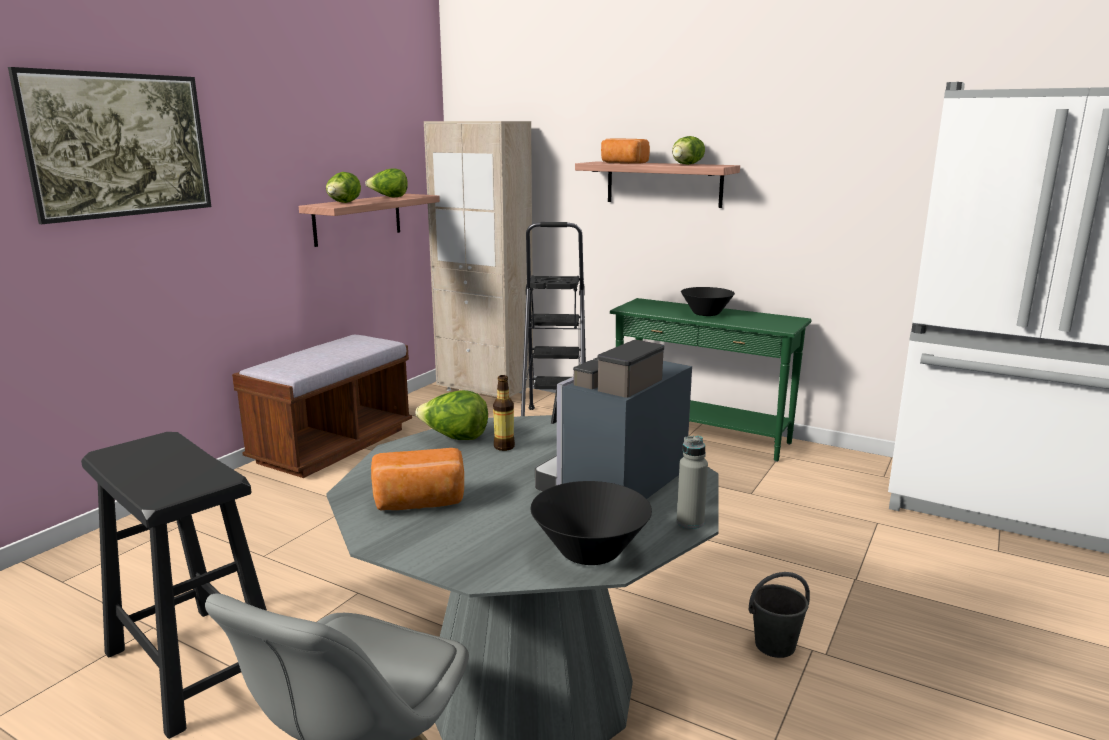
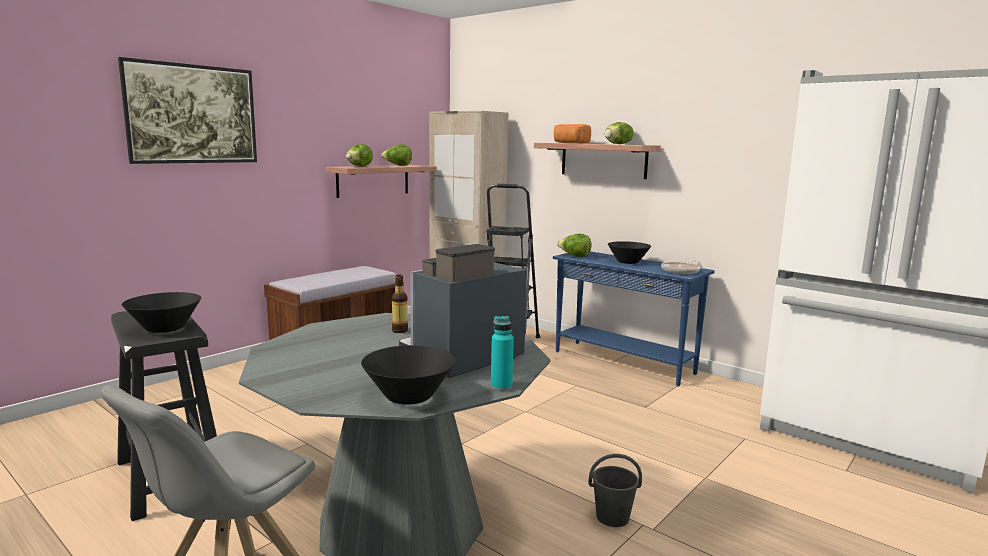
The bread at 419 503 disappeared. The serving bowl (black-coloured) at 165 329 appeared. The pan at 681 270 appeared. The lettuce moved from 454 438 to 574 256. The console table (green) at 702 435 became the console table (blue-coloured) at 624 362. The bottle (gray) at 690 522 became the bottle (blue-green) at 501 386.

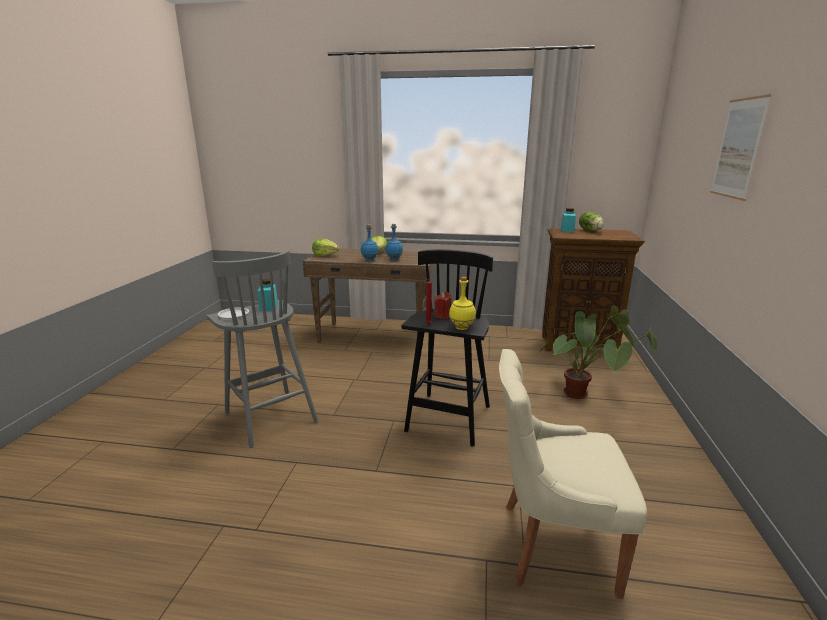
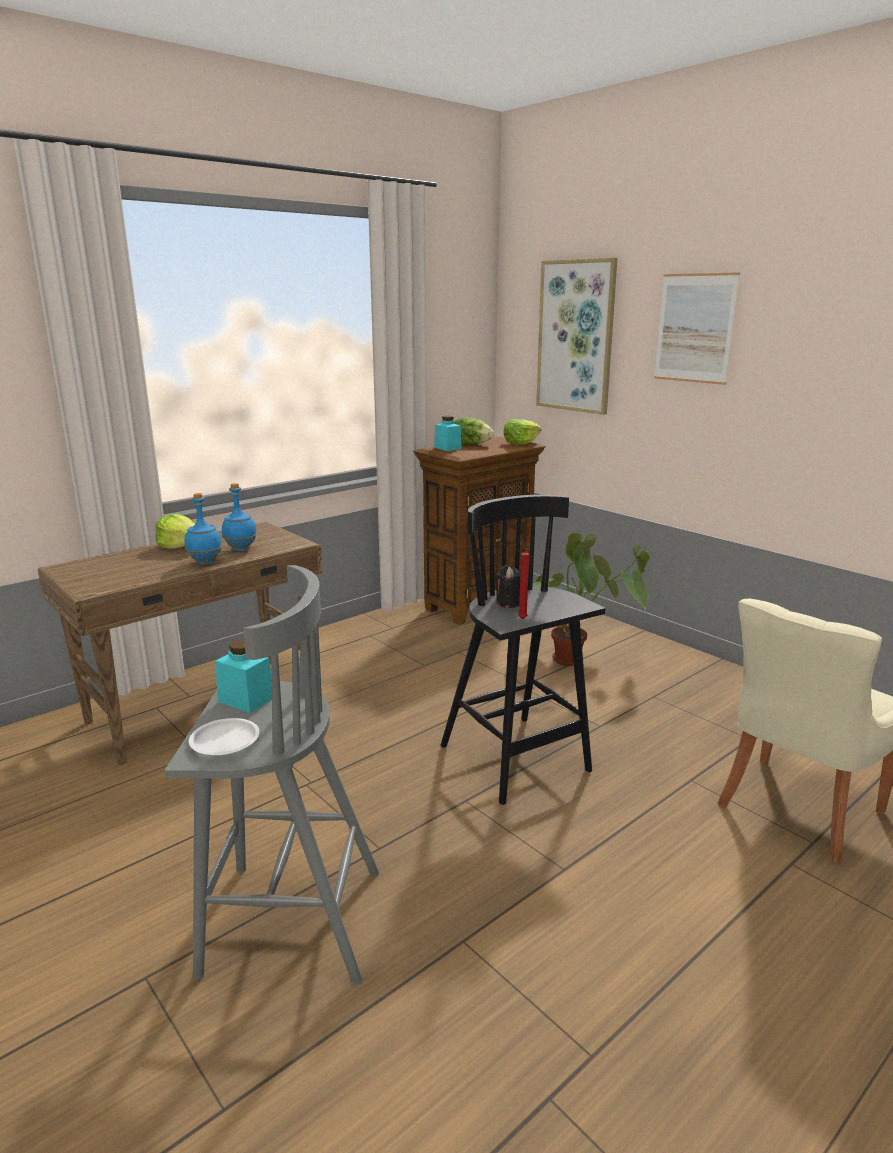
The bottle (yellow-coloured) at 461 328 disappeared. The wall picture at 576 336 appeared. The lettuce moved from 325 255 to 520 443. The wax light (red) at 442 315 became the wax light (black-coloured) at 509 603.

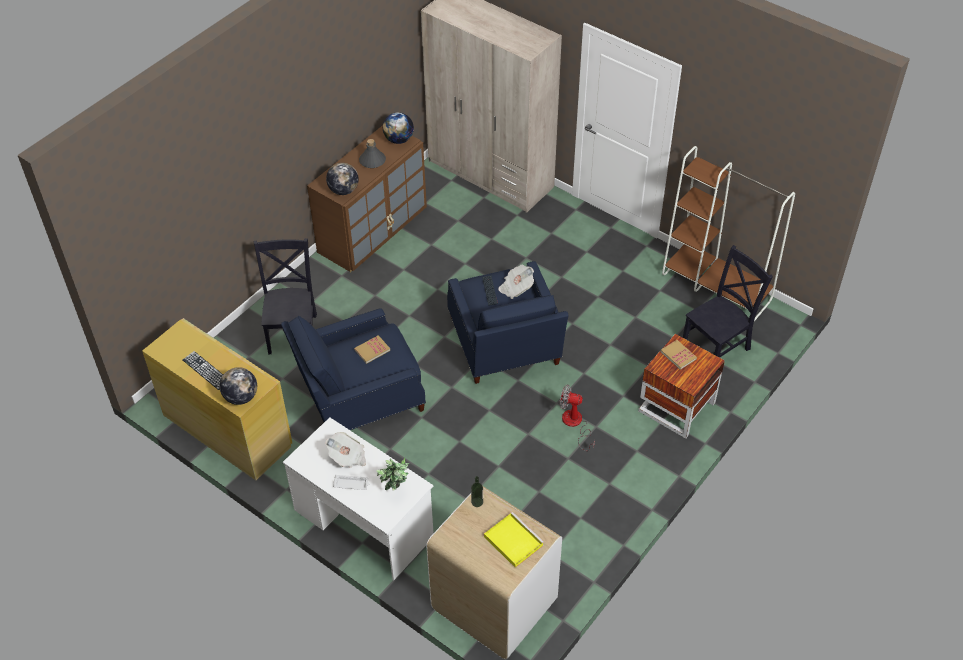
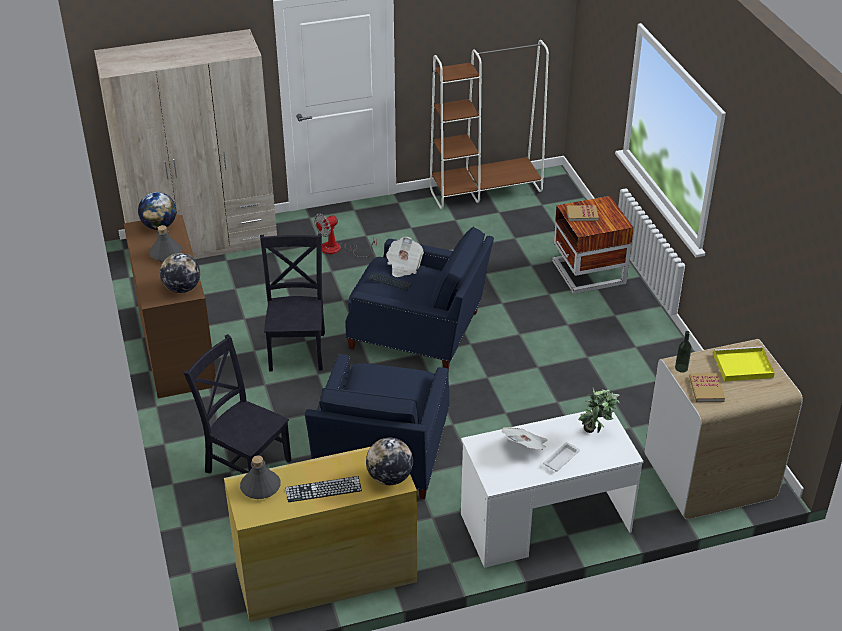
The bottle (gray) at 261 487 appeared. The volume moved from 372 350 to 706 389. The fan moved from 575 424 to 338 249. The plain chair (black-coloured) moved from 718 345 to 297 349.

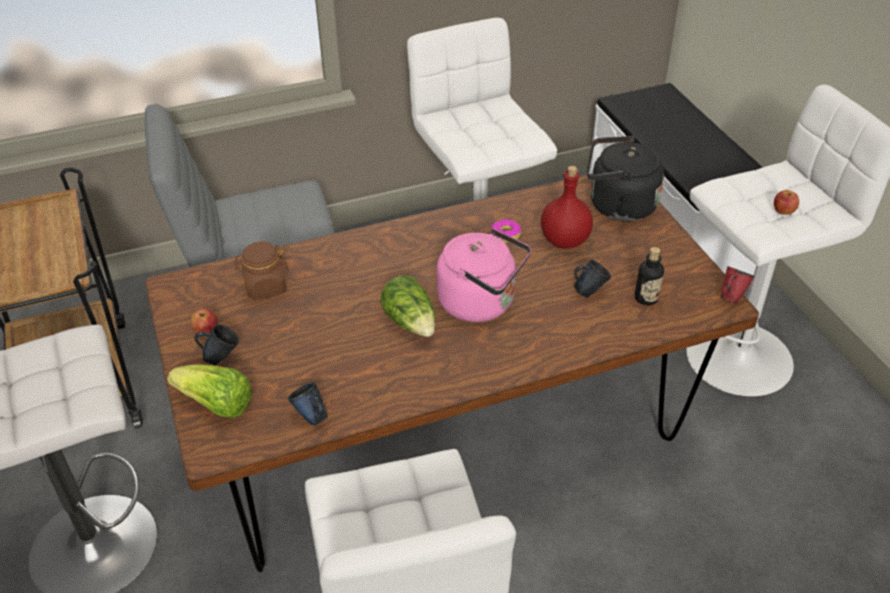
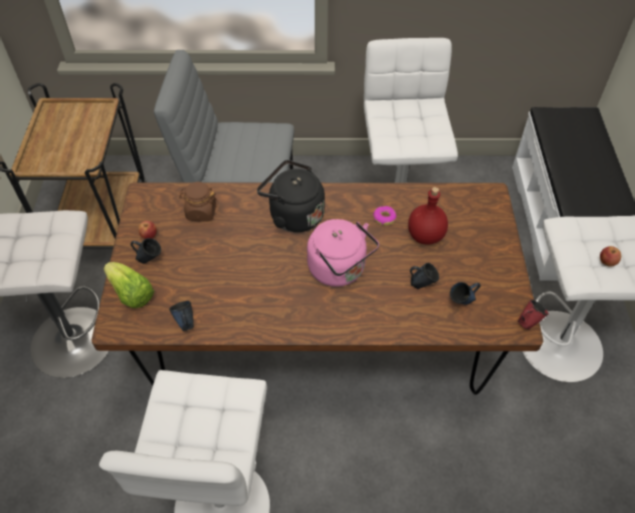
The lettuce at 411 322 disappeared. The water kettle (black-coloured) moved from 617 206 to 293 215. The bottle at 646 298 was replaced by the mug (blue-coloured) at 462 303.

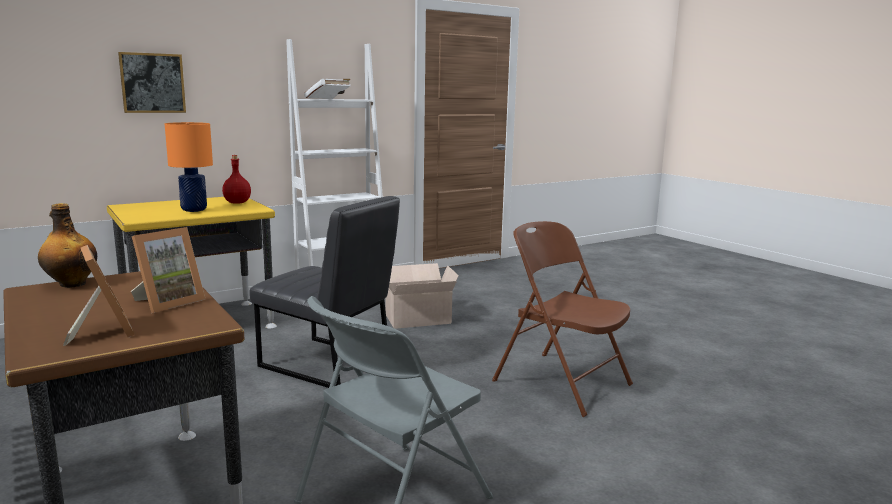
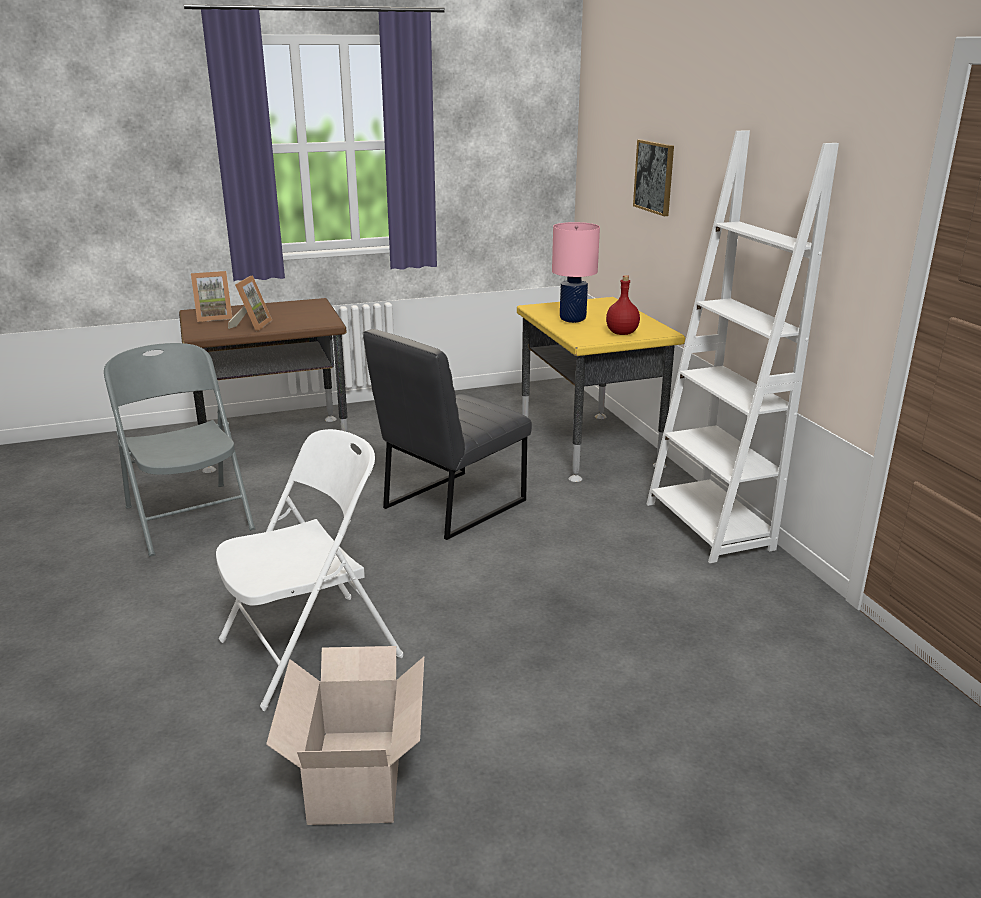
The bottle at 71 284 disappeared. The volume (white-coloured) at 328 99 disappeared. The cardboard box moved from 415 319 to 358 773. The tabletop lamp (orangey) at 193 211 became the tabletop lamp (pinkish) at 572 320. The plain chair (brown) at 562 382 became the plain chair (white-coloured) at 310 649. The photo frame at 168 302 turned 135 degrees counterclockwise.

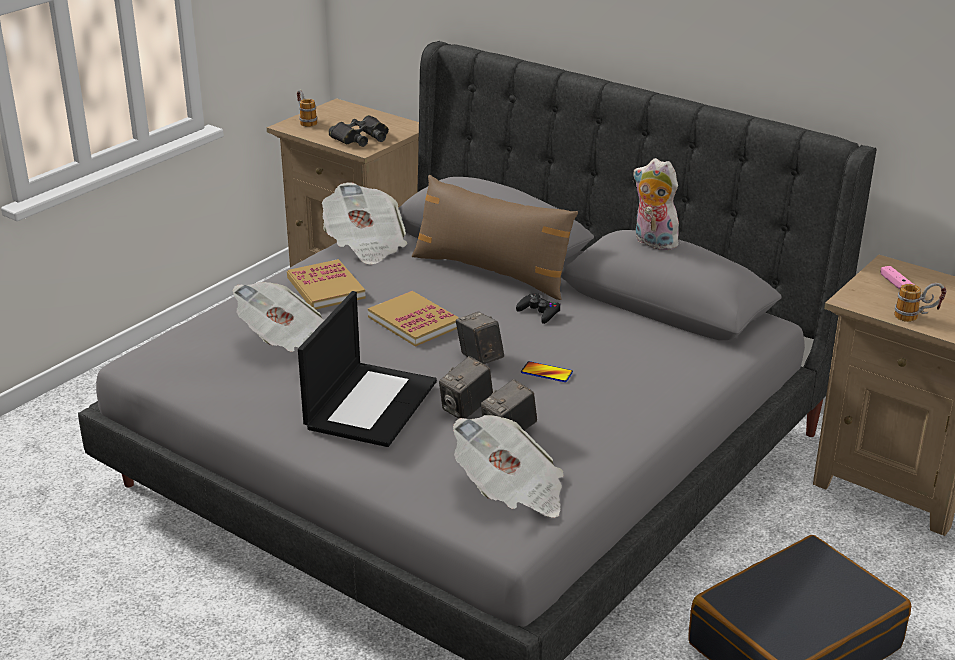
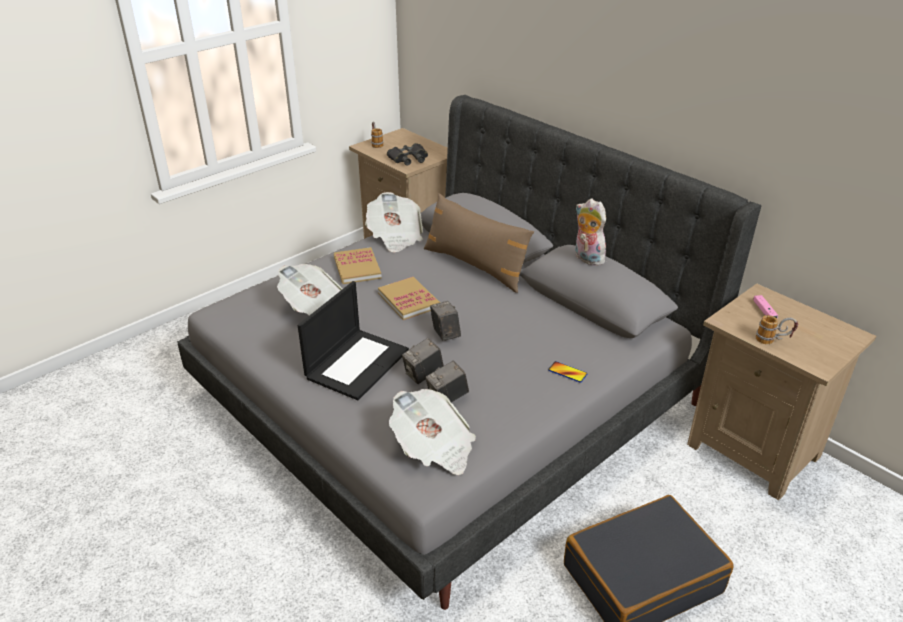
The joypad (black-coloured) at 539 312 disappeared. The handset moved from 546 373 to 567 372.

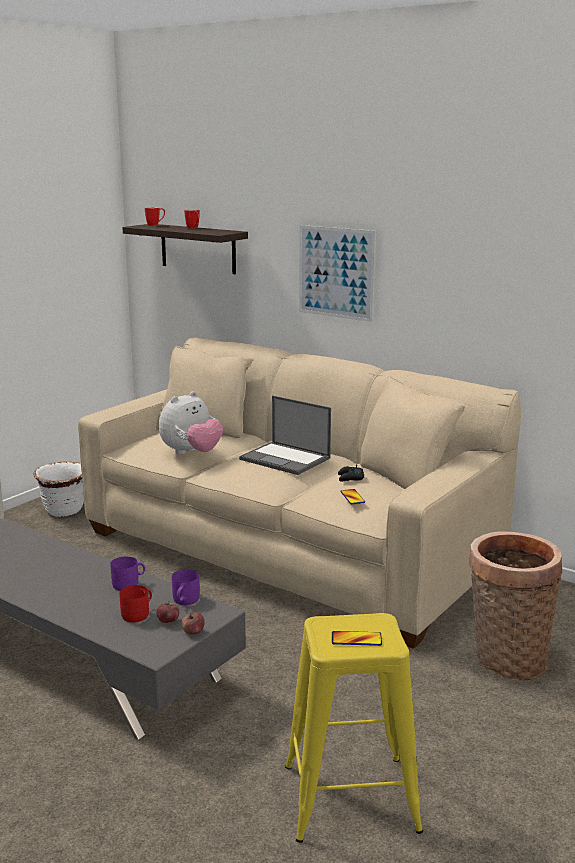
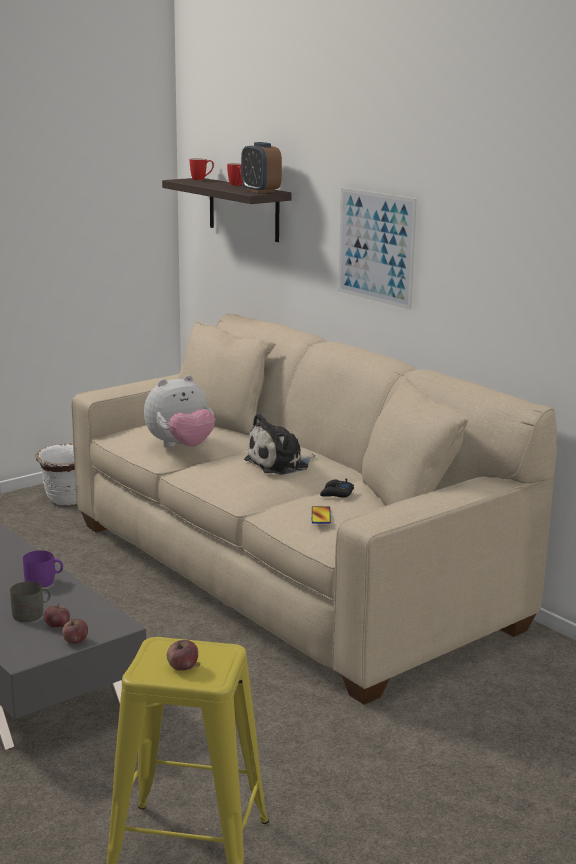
The mug (purple-coloured) at 184 600 disappeared. The storage basket at 506 660 disappeared. The table clock at 260 191 appeared. The laptop at 286 459 was replaced by the cuddly toy at 280 464. The handset at 356 639 was replaced by the apple fruit at 182 667. The mug (red) at 138 614 became the mug (gray) at 32 614.

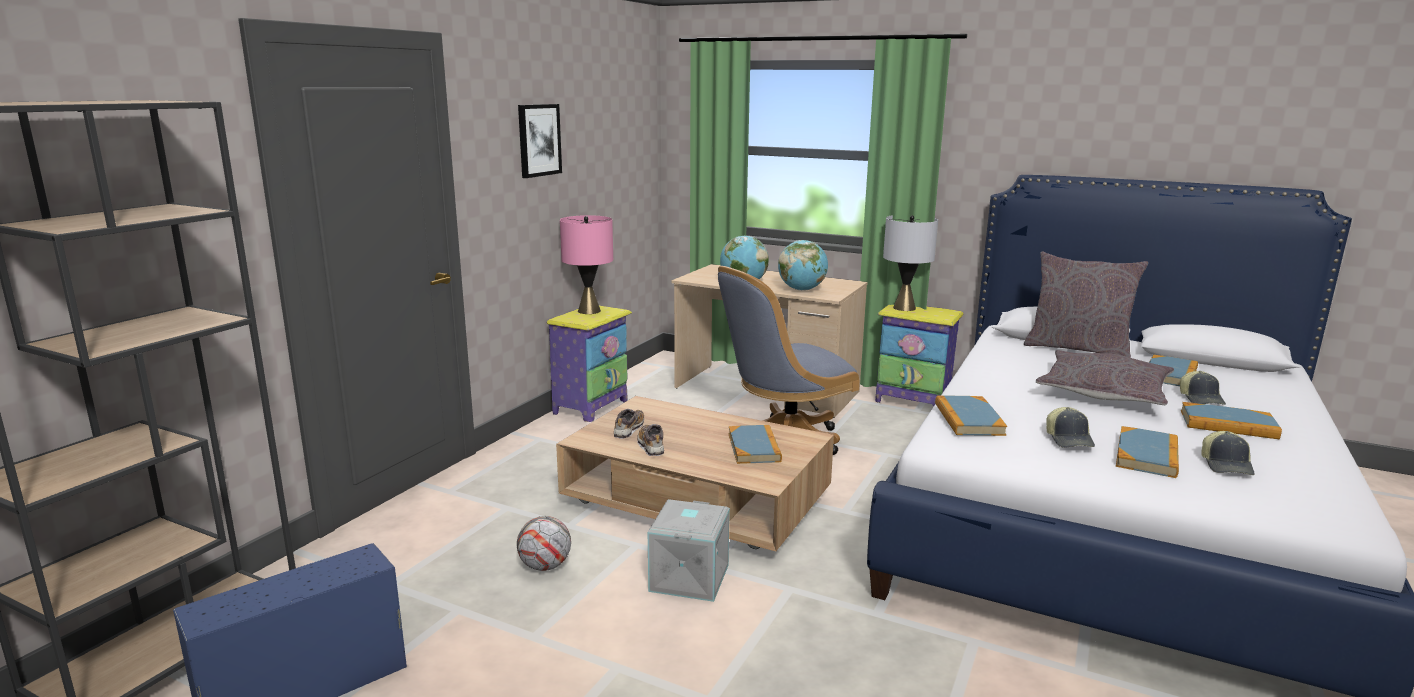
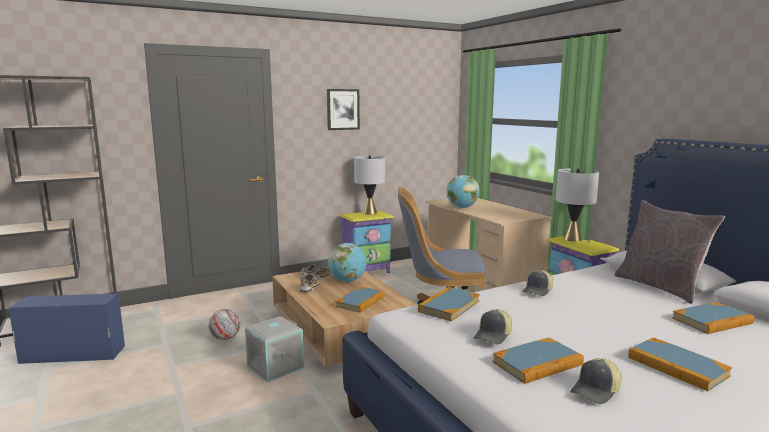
The throw pillow (gray) at 1103 392 disappeared. The world globe moved from 802 290 to 347 281. The cap moved from 1201 399 to 538 291. The tabletop lamp (pinkish) at 589 311 became the tabletop lamp (gray) at 370 213.

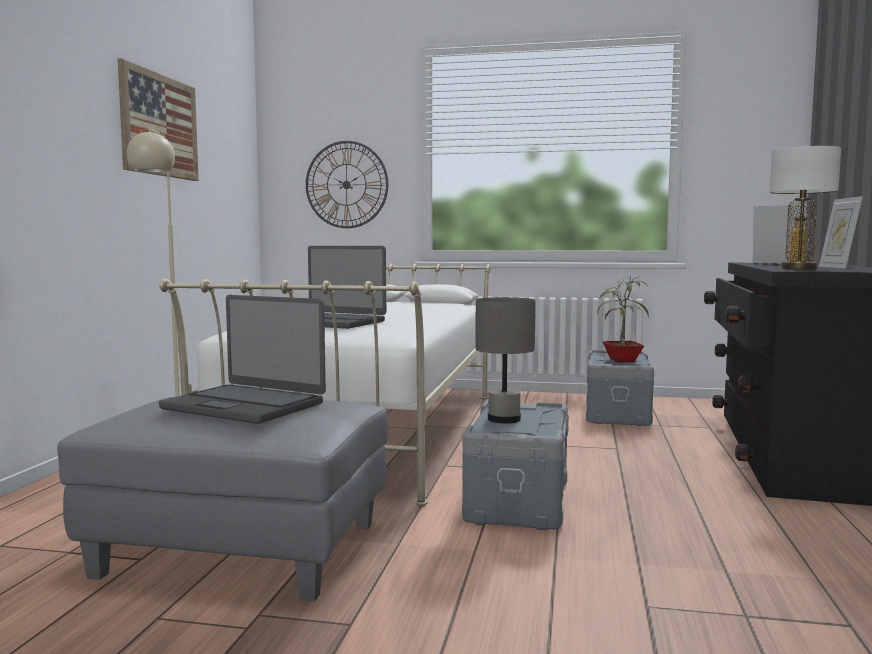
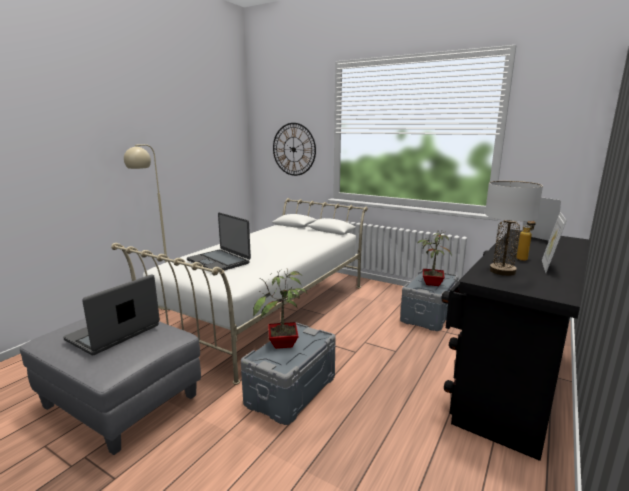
The wall picture at 159 125 disappeared. The tabletop lamp (gray) at 504 419 was replaced by the houseplant at 283 344. The laptop at 245 405 turned 75 degrees clockwise.

